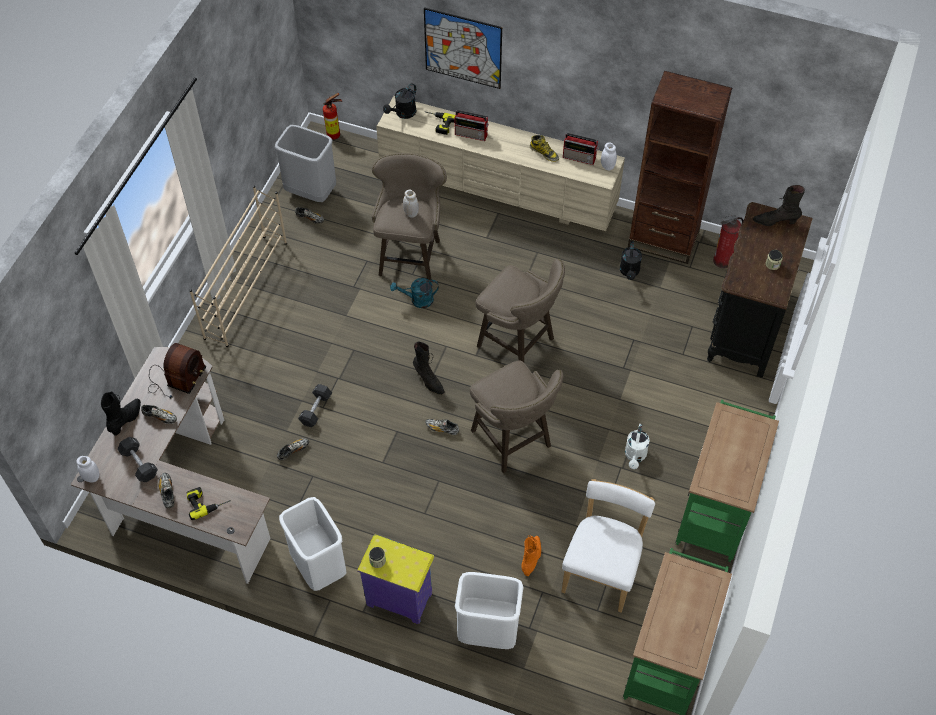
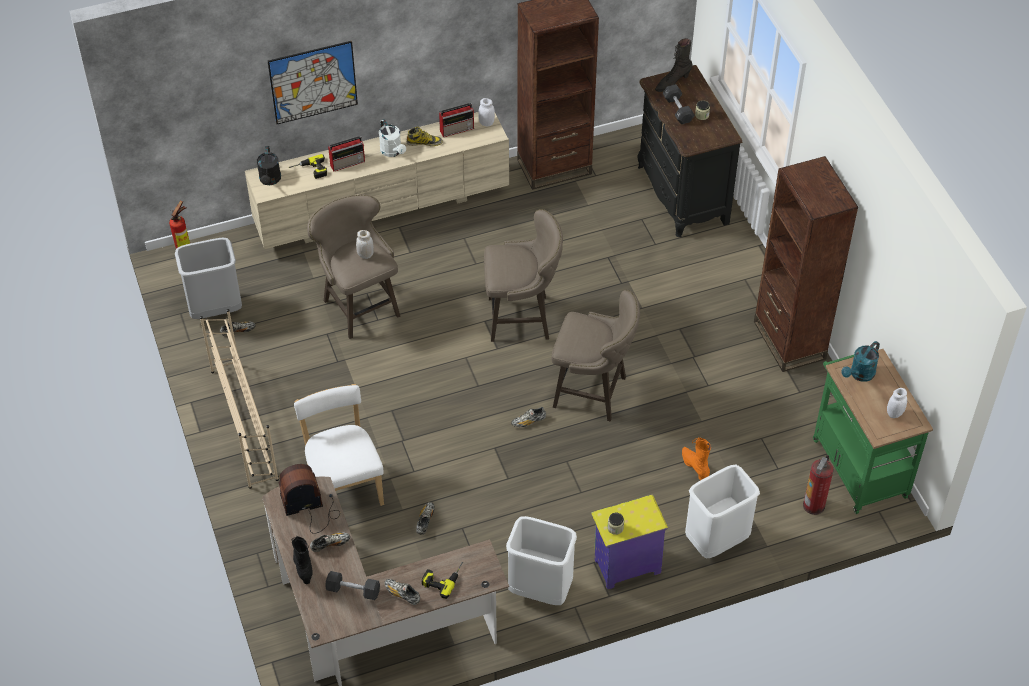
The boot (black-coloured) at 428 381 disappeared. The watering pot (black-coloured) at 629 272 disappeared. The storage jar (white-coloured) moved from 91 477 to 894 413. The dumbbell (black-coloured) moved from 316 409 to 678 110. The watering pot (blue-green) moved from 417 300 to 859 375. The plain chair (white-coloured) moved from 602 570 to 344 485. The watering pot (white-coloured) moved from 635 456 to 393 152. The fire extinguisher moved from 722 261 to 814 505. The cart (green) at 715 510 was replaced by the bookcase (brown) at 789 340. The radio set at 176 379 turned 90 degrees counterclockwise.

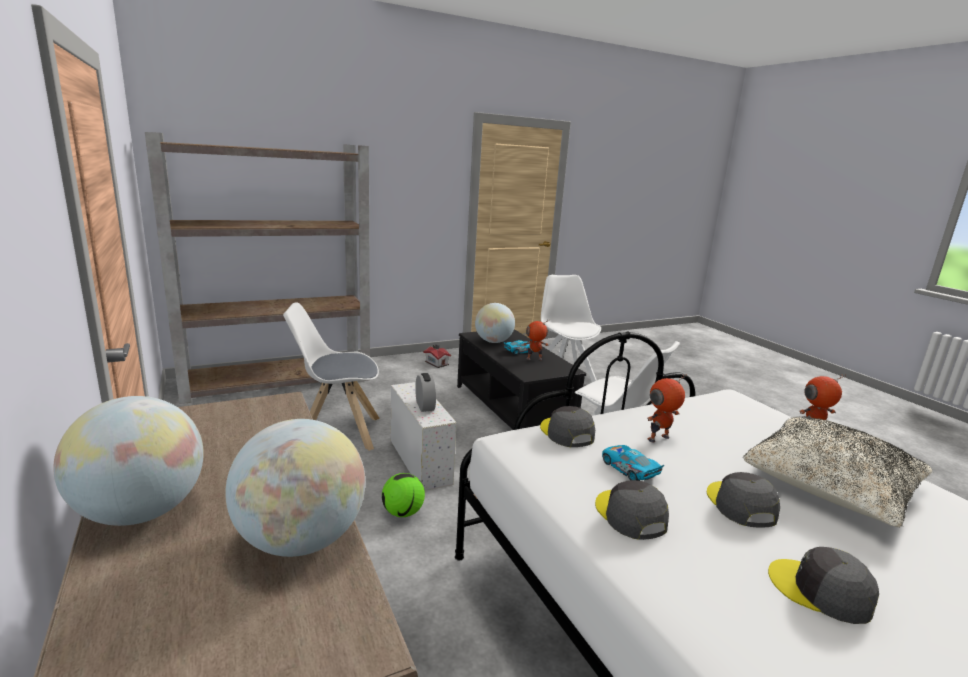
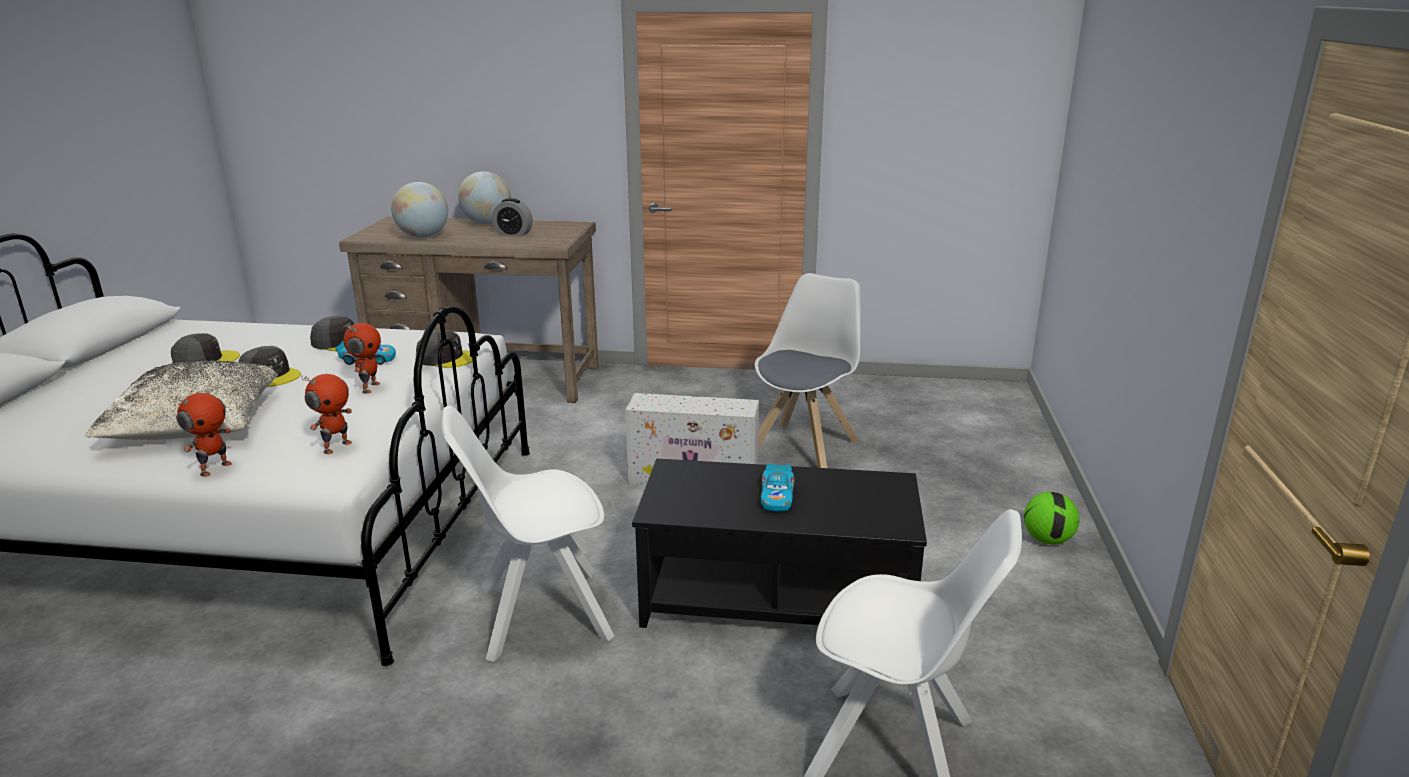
The bookcase (brown) at 278 379 disappeared. The toy house at 436 363 disappeared. The world globe at 493 341 disappeared. The football moved from 403 512 to 1047 540. The table clock moved from 425 406 to 513 234. The model robot moved from 534 359 to 336 447.

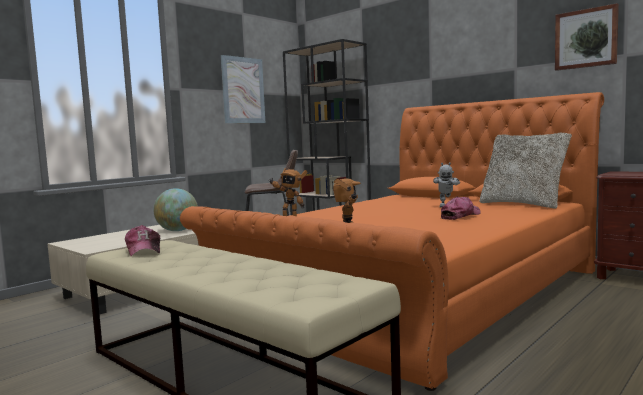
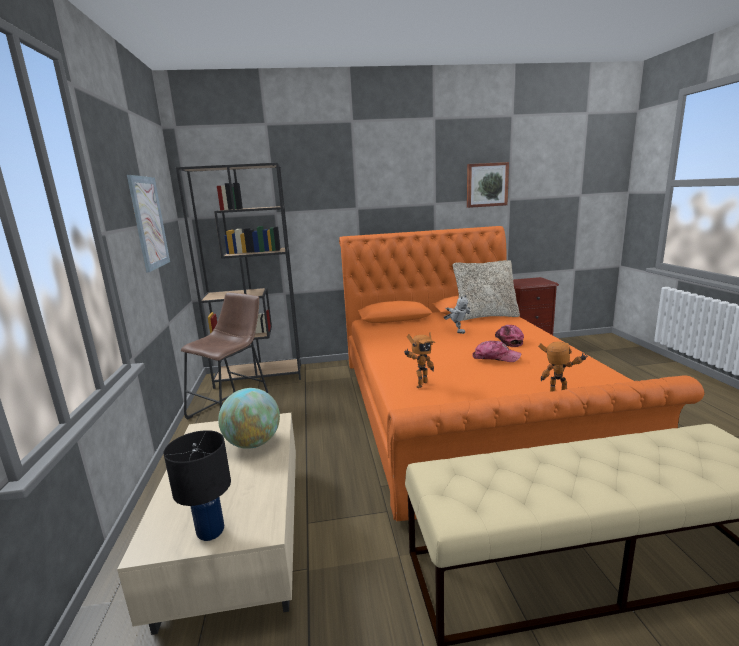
The tabletop lamp (black-coloured) at 210 533 appeared. The cap moved from 144 250 to 495 357.

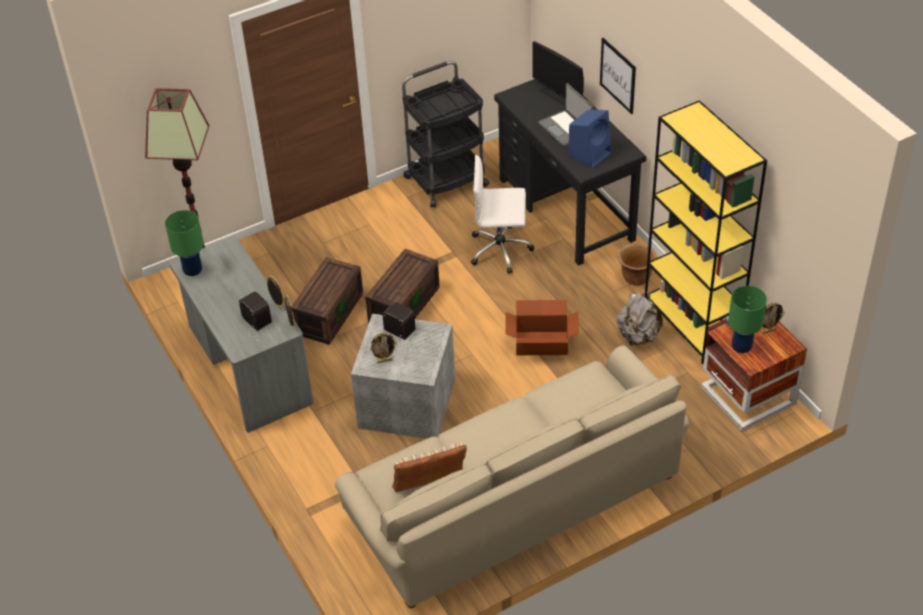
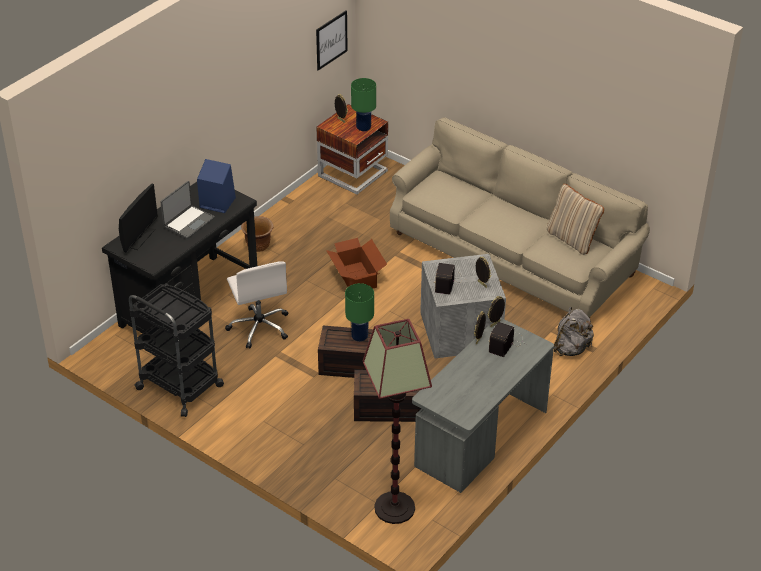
The bookcase (yellow-coloured) at 692 324 disappeared. The tabletop lamp (green) moved from 193 271 to 359 337. The wall picture moved from 618 75 to 331 40. The rucksack (gray) moved from 638 336 to 571 348.

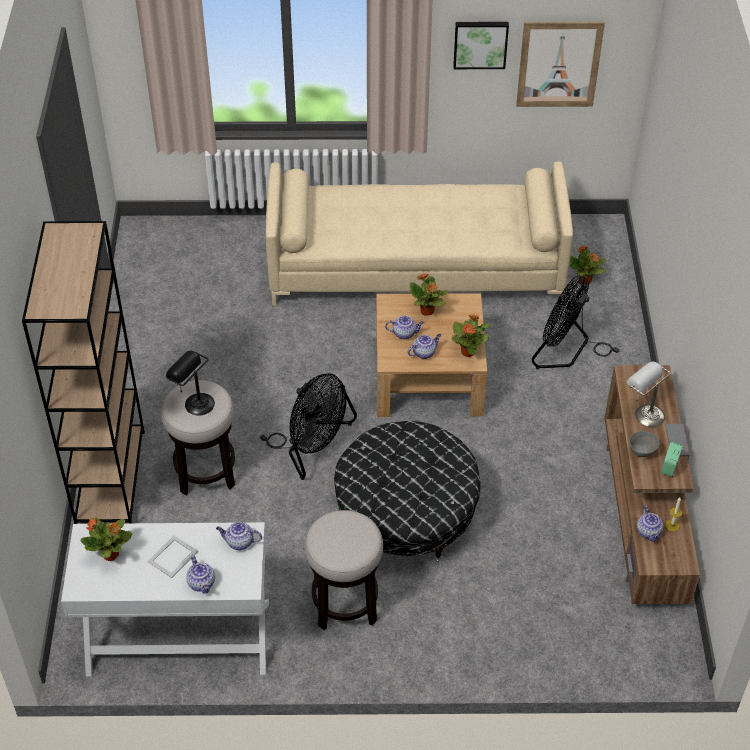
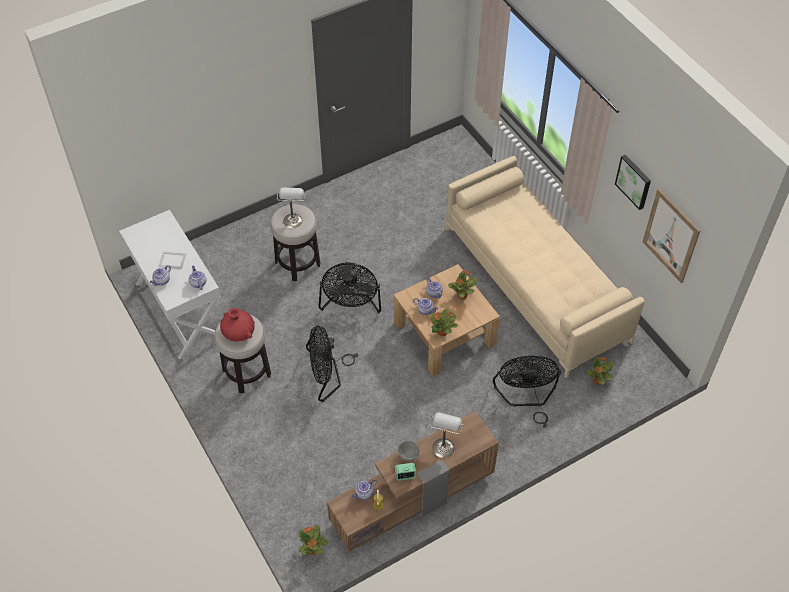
The bookcase (beige) at 110 478 disappeared. The vase (red) at 238 332 appeared. The houseplant moved from 111 554 to 313 550. The pouffe (black-coloured) at 406 515 was replaced by the fan (black-coloured) at 328 372. The tabletop lamp (black-coloured) at 194 402 became the tabletop lamp (white-coloured) at 292 217.

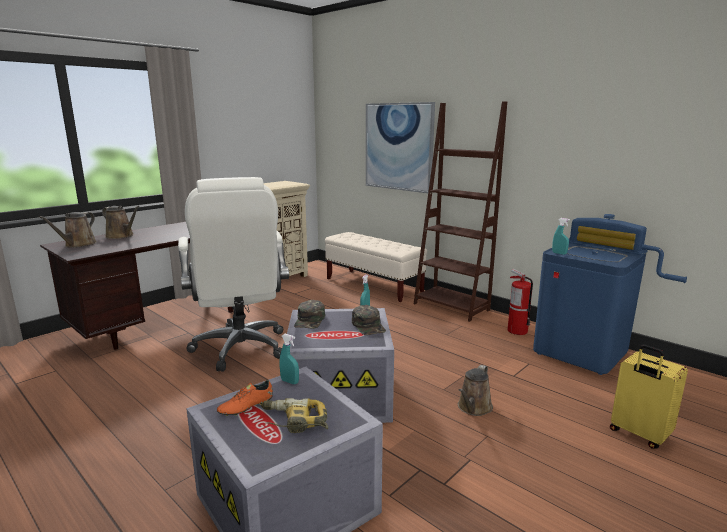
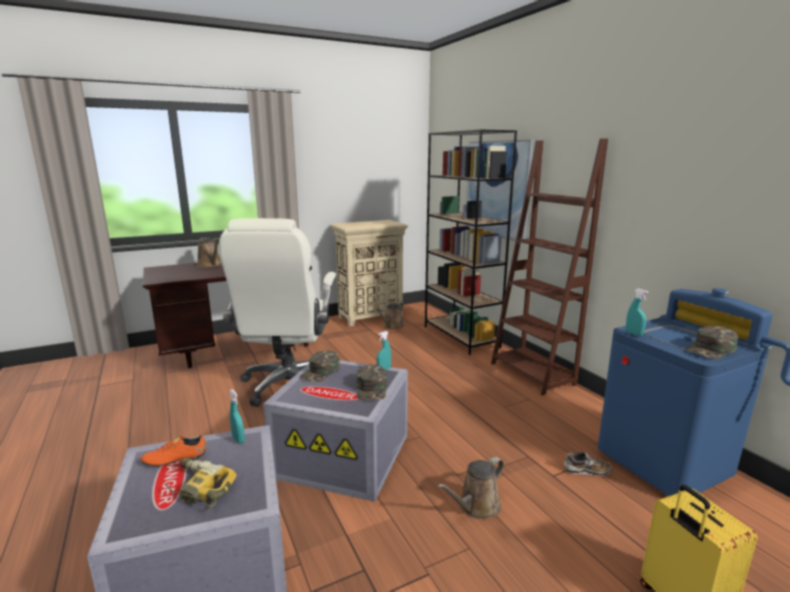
The fire extinguisher at 517 331 disappeared. The shoe at 586 470 appeared. The cap (green) at 710 349 appeared. The watering pot (brown) moved from 78 245 to 392 326. The indoor bench (beige) at 373 285 was replaced by the bookcase (beige) at 461 336.

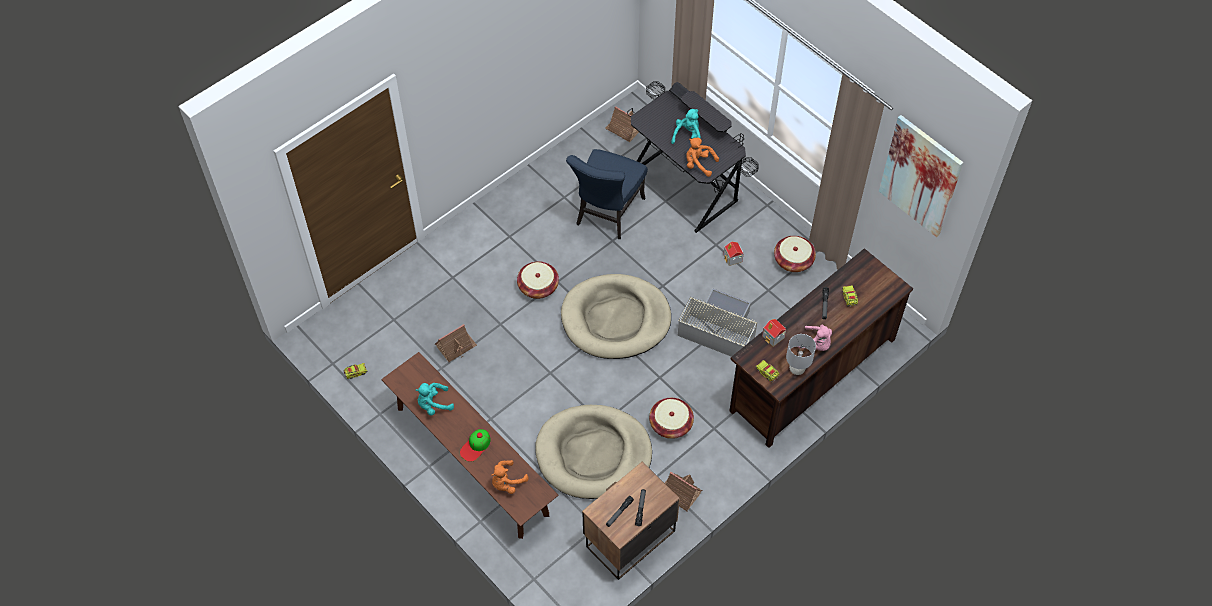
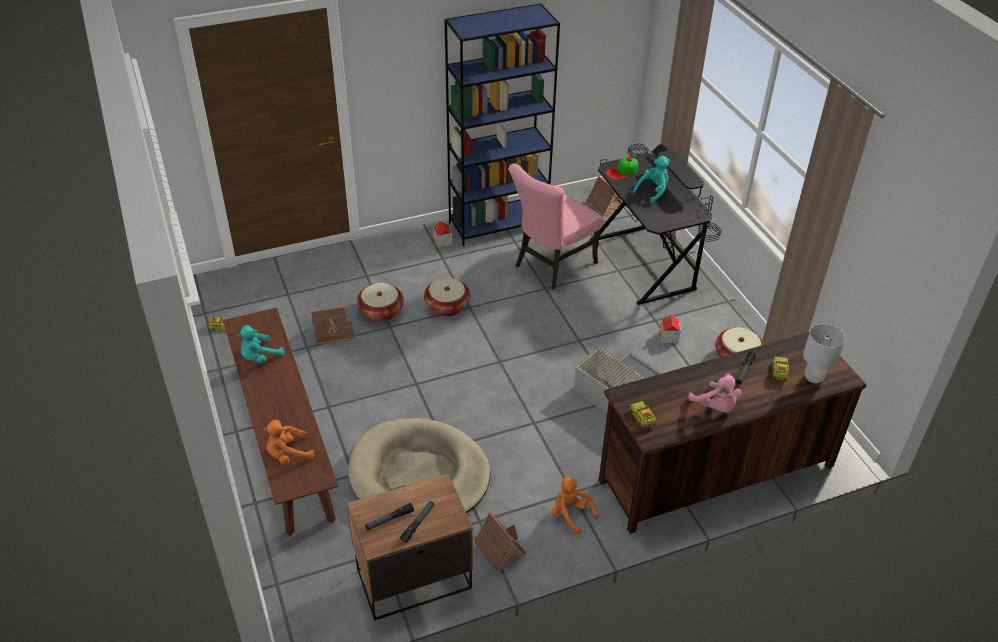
The dog cushion (beige) at 615 319 disappeared. The wall picture at 920 176 disappeared. The bookcase (blue-coloured) at 498 224 appeared. The cap moved from 475 446 to 622 171. The storage basket moved from 671 424 to 381 311. The cuddly toy (orangey) moved from 699 164 to 571 515. The toy house moved from 773 337 to 443 242. The tabletop lamp (gray) moved from 797 369 to 813 377. The plain chair (blue-coloured) at 607 214 became the plain chair (pinkish) at 551 266. The cuddly toy (blue-green) at 433 404 turned 45 degrees counterclockwise.

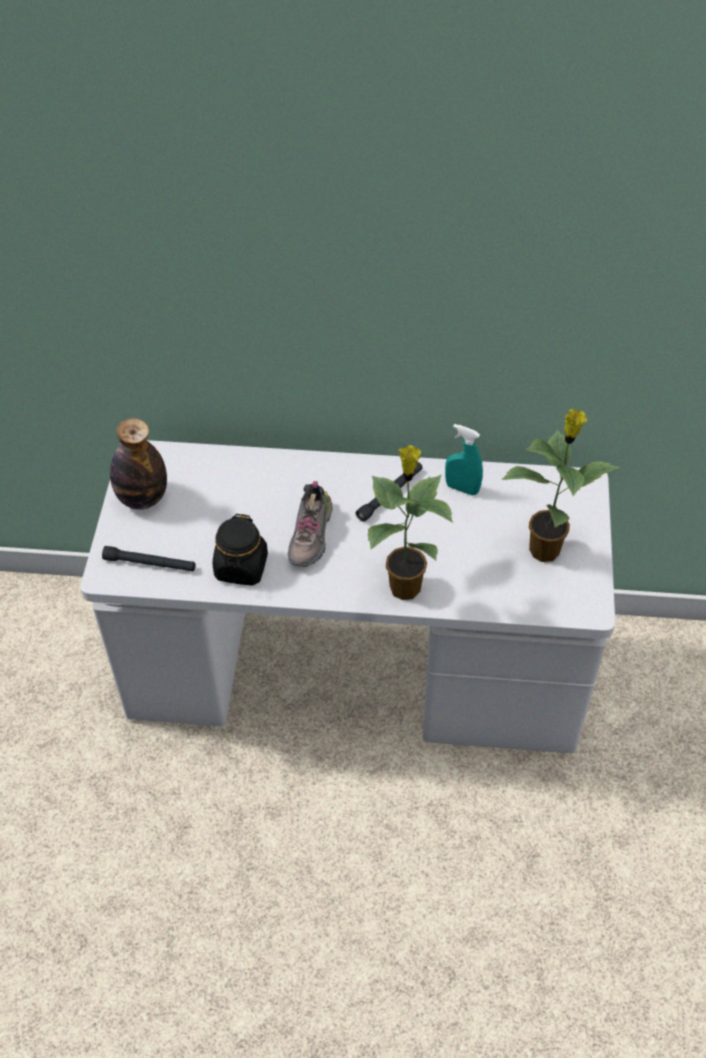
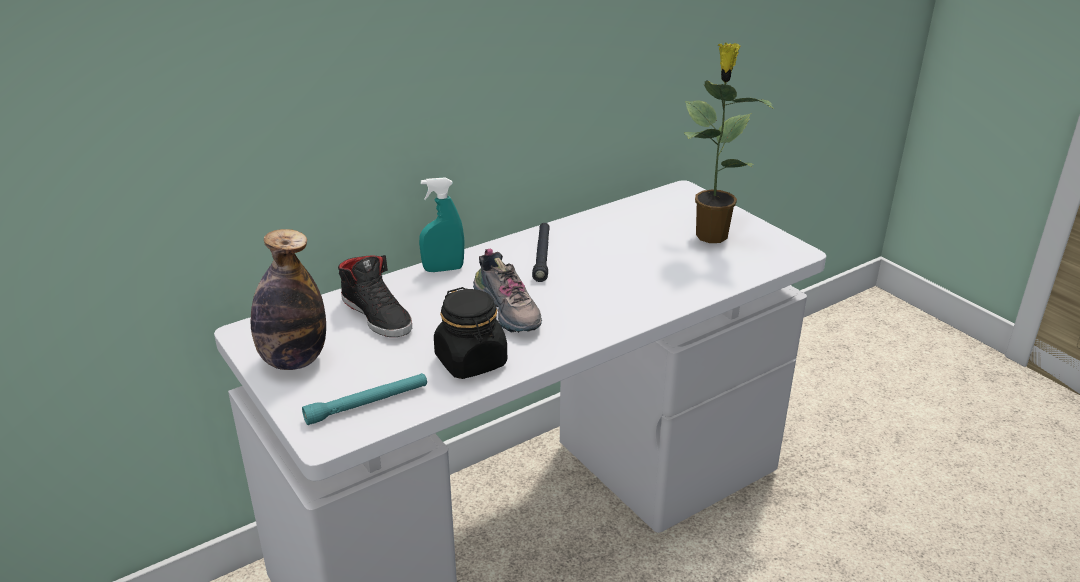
The houseplant at 404 585 disappeared. The shoe (black-coloured) at 377 315 appeared. The sprayer (blue-green) moved from 462 488 to 443 269. The hand torch (black-coloured) at 150 564 became the hand torch (blue-green) at 367 404.

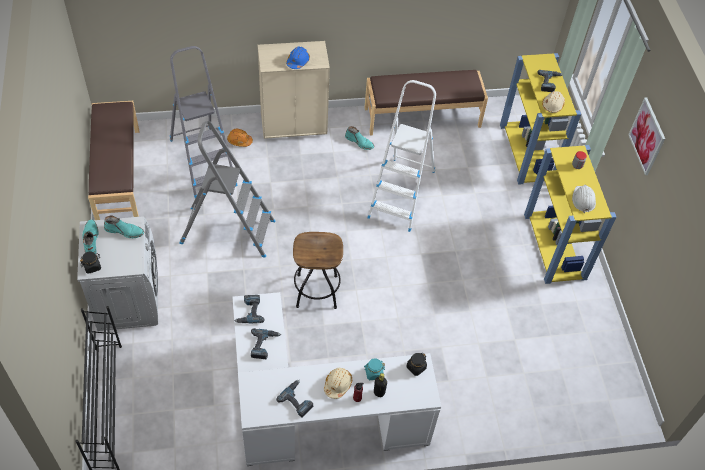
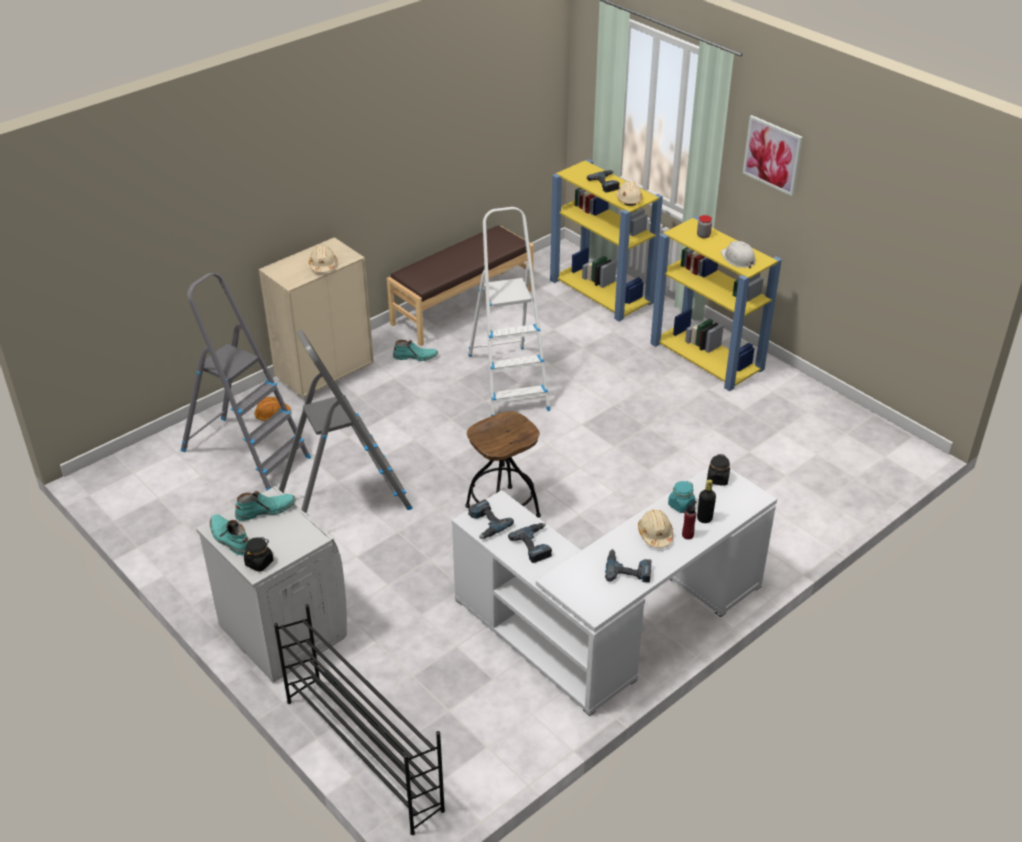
The indoor bench (brown) at 118 176 disappeared. The hard hat (blue-coloured) at 298 61 became the hard hat (beige) at 323 265.

